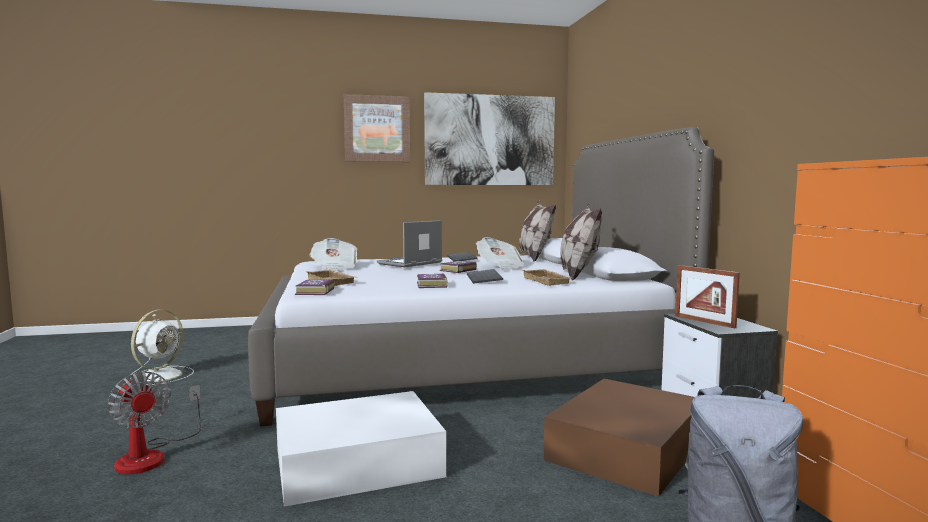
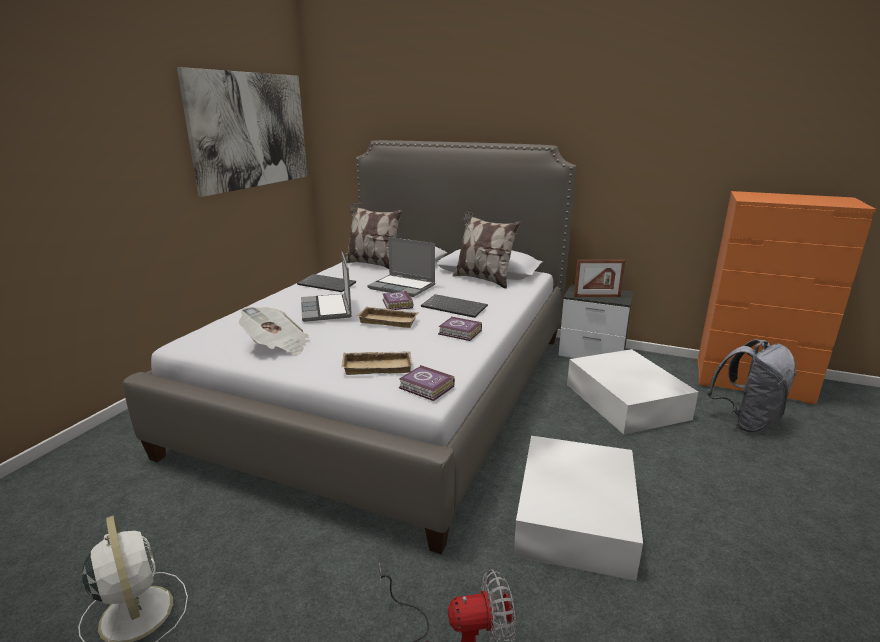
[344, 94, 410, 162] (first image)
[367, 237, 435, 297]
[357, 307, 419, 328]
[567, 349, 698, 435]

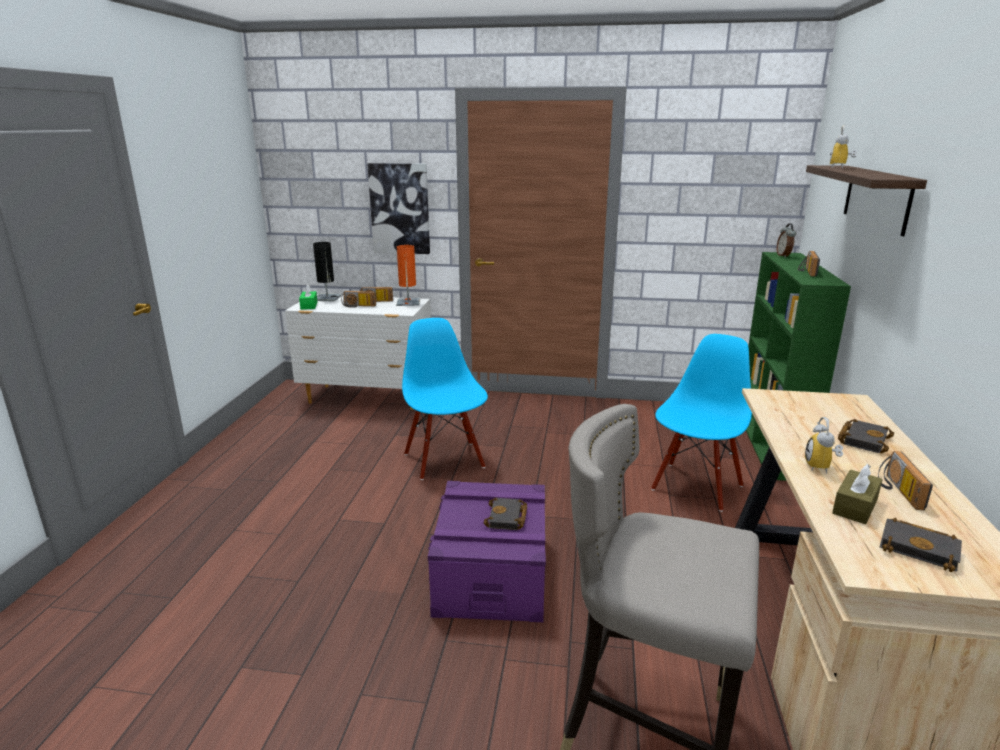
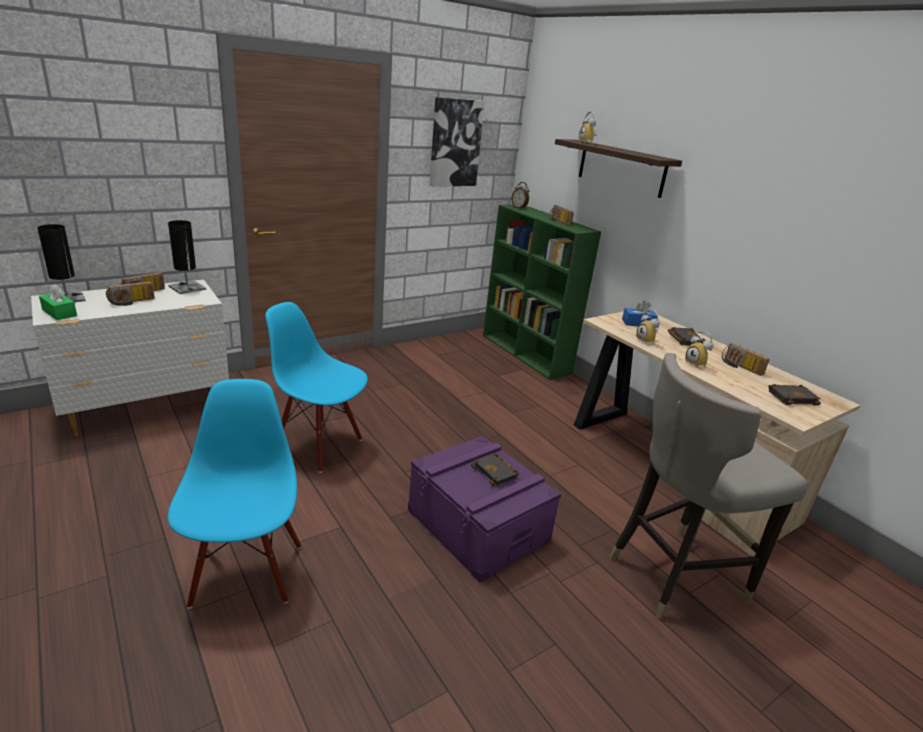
[430, 97, 485, 187]
[168, 220, 206, 294]
[168, 379, 301, 608]
[832, 464, 883, 524] (first image)
[622, 300, 657, 326]
[636, 310, 660, 344]

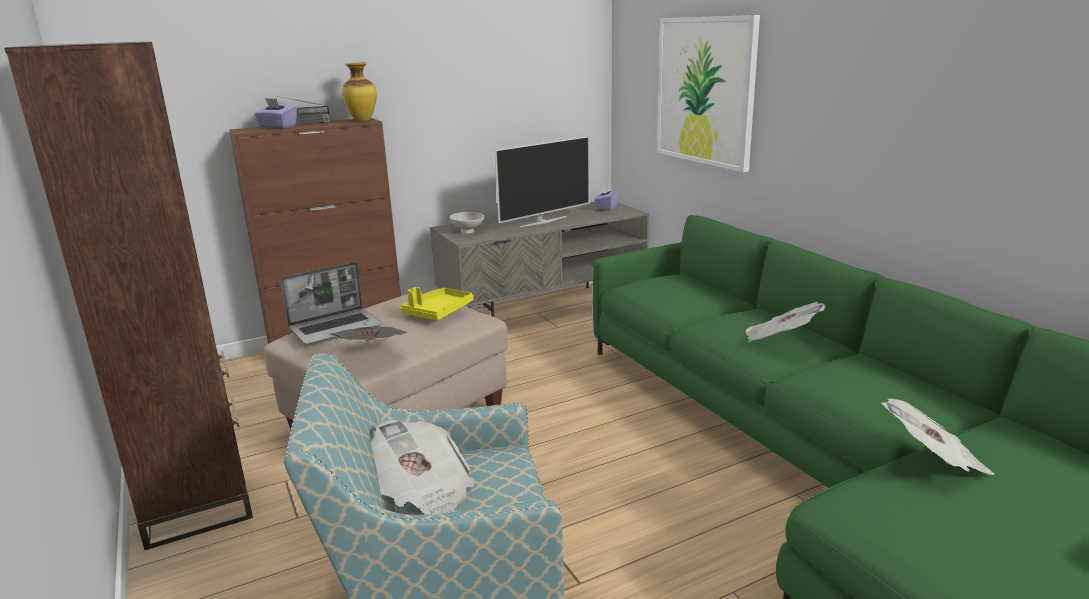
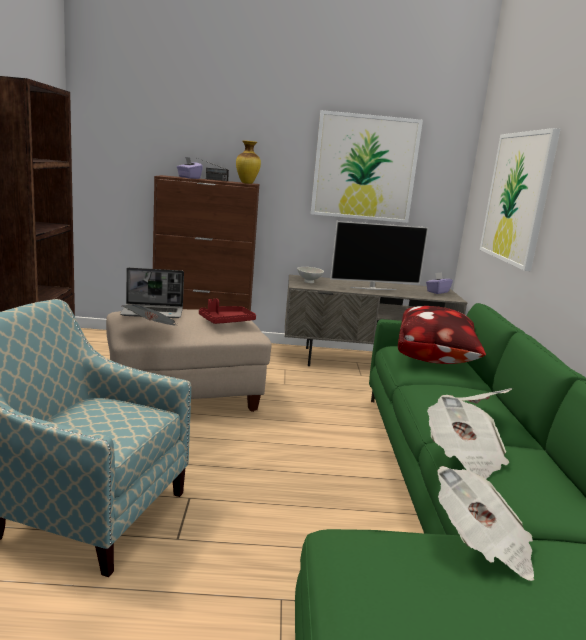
[427, 395, 509, 479]
[199, 299, 256, 324]
[311, 110, 423, 223]
[398, 306, 486, 364]

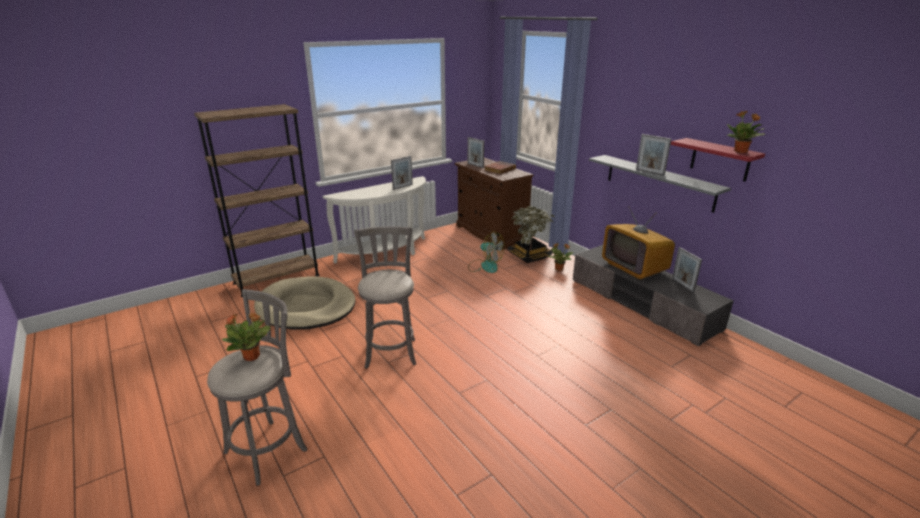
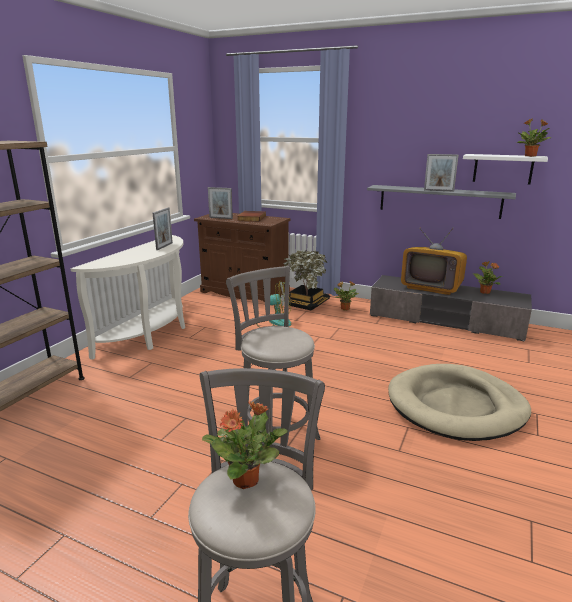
[388, 364, 531, 441]
[463, 154, 548, 184]
[473, 261, 502, 294]

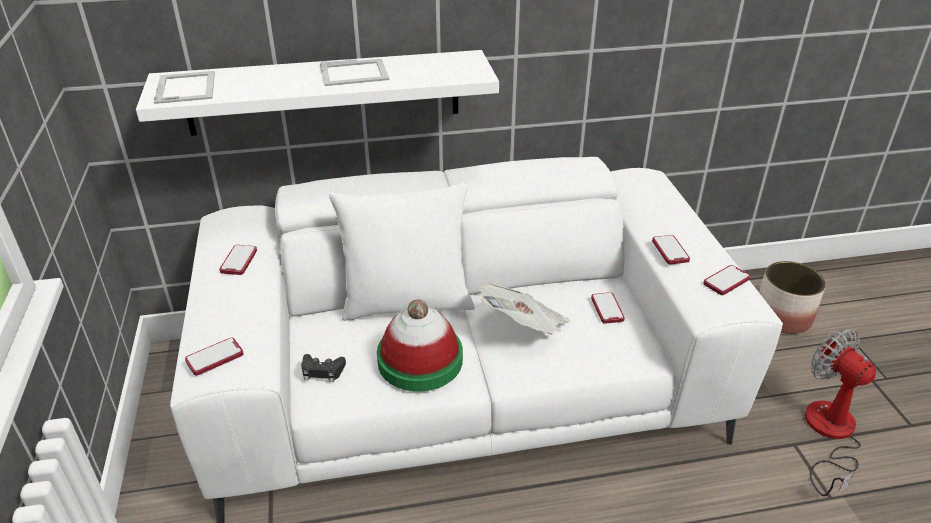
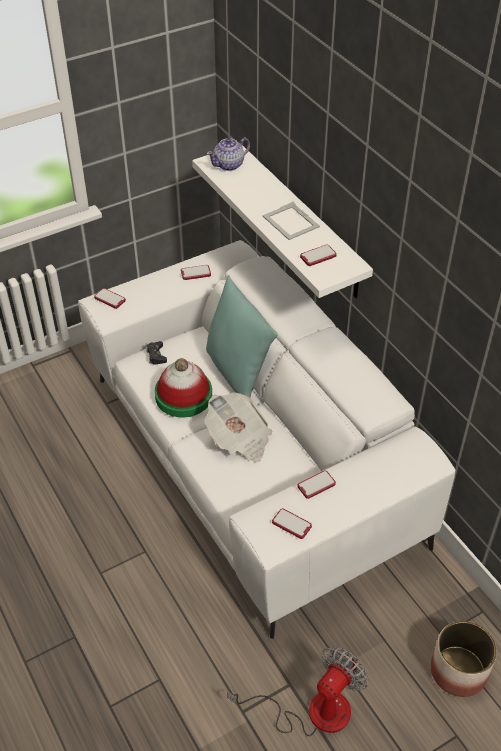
[207, 137, 250, 171]
[206, 275, 278, 398]
[300, 245, 337, 266]

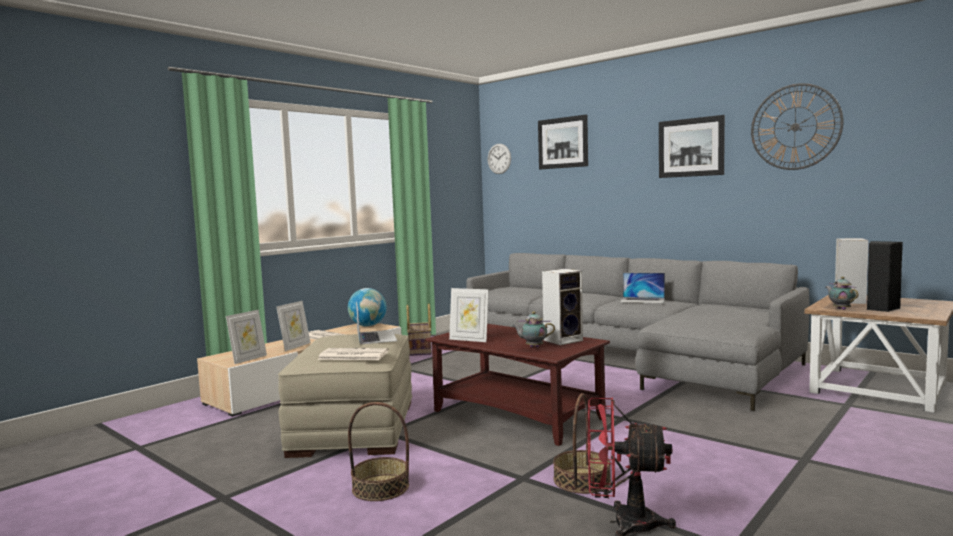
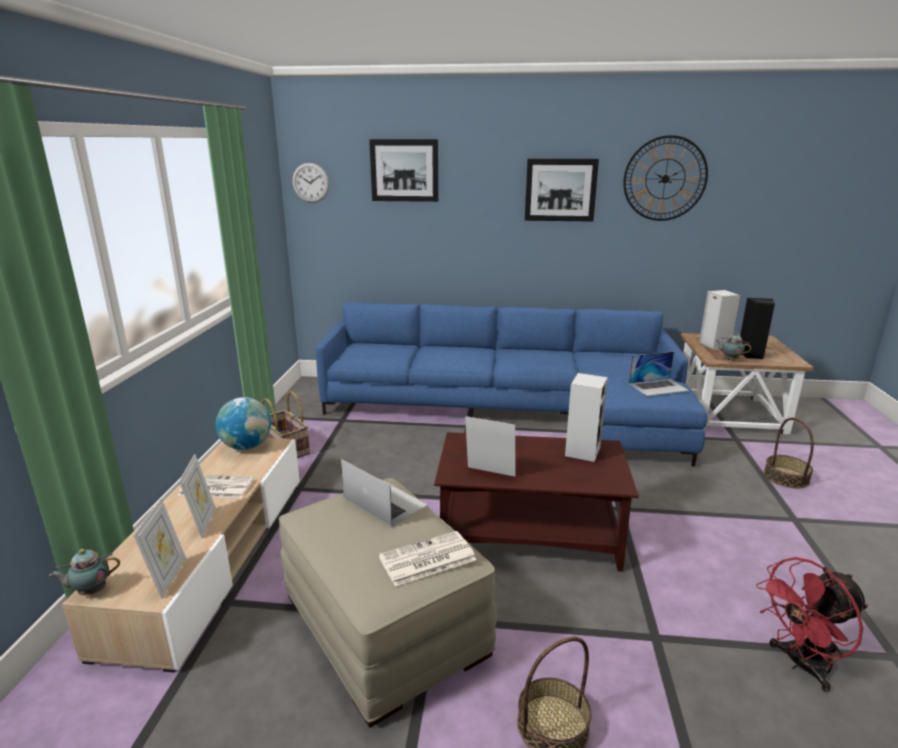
[465, 416, 515, 476]
[316, 302, 708, 467]
[49, 549, 120, 595]
[764, 418, 814, 488]
[629, 351, 689, 396]

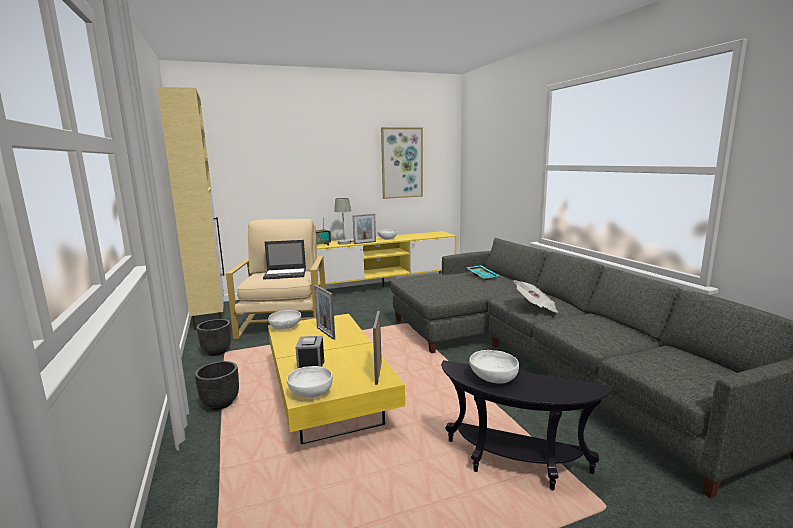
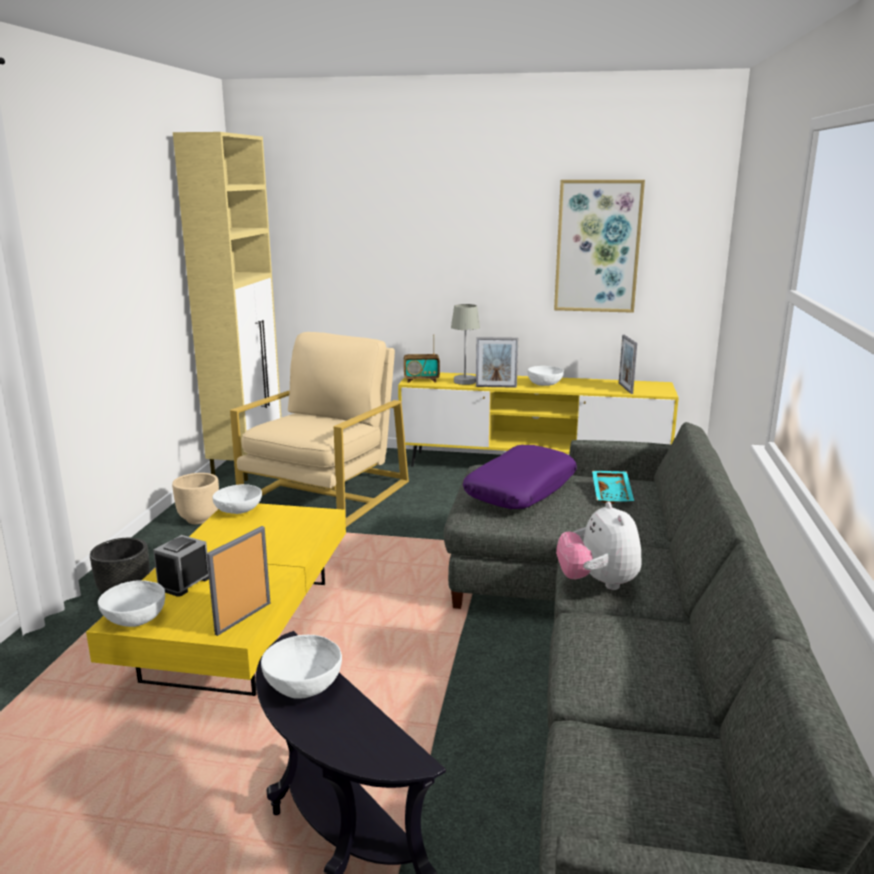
[172, 473, 219, 524]
[263, 240, 306, 280] (first image)
[619, 335, 637, 394]
[556, 501, 642, 590]
[463, 445, 577, 509]

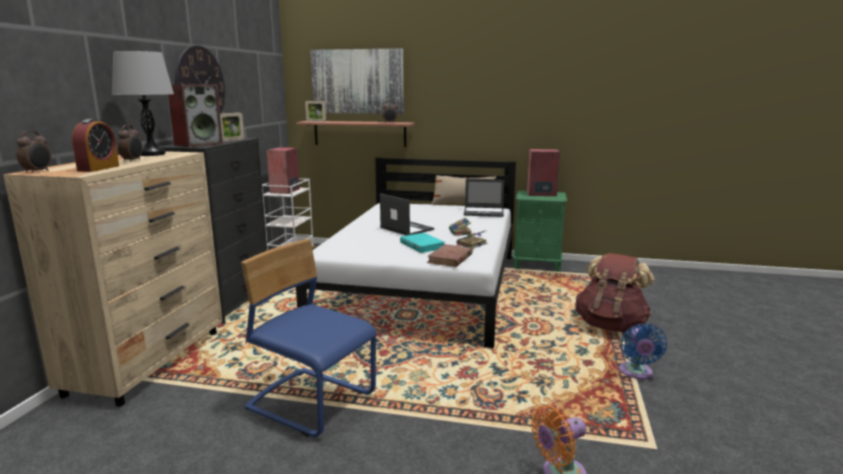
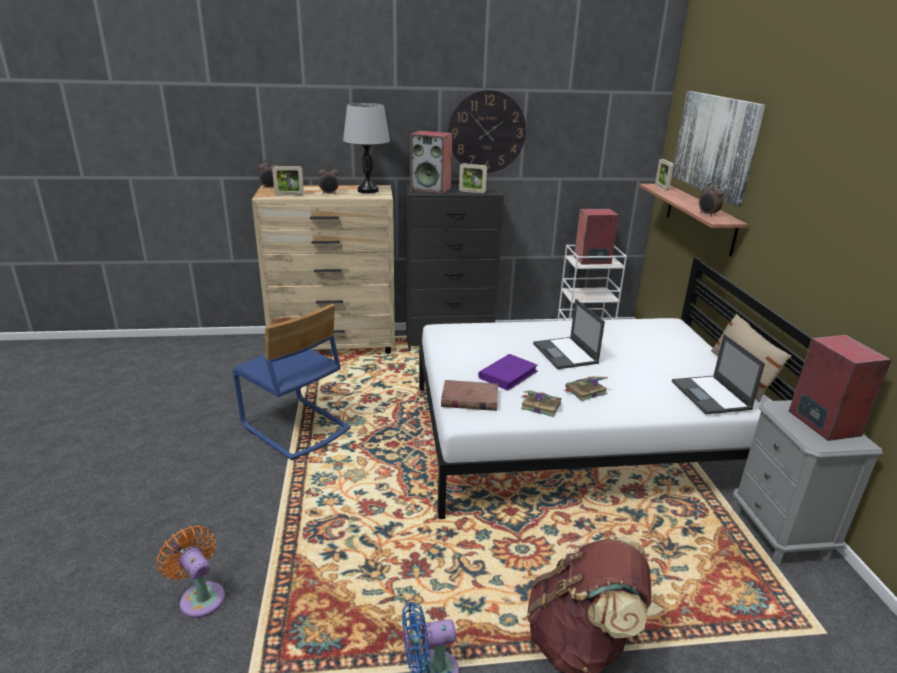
[272, 166, 304, 195]
[232, 304, 350, 460]
[533, 299, 605, 369]
[478, 354, 538, 391]
[732, 400, 883, 565]

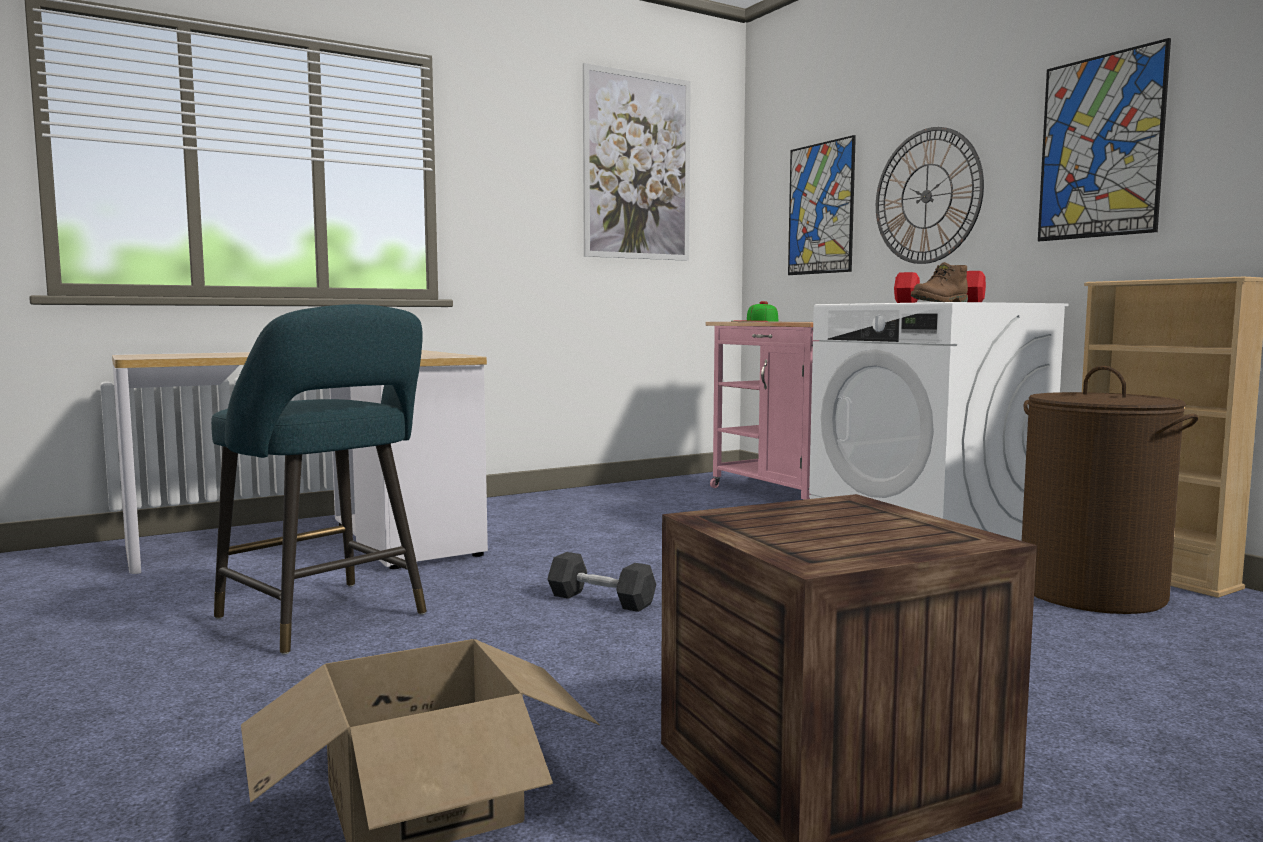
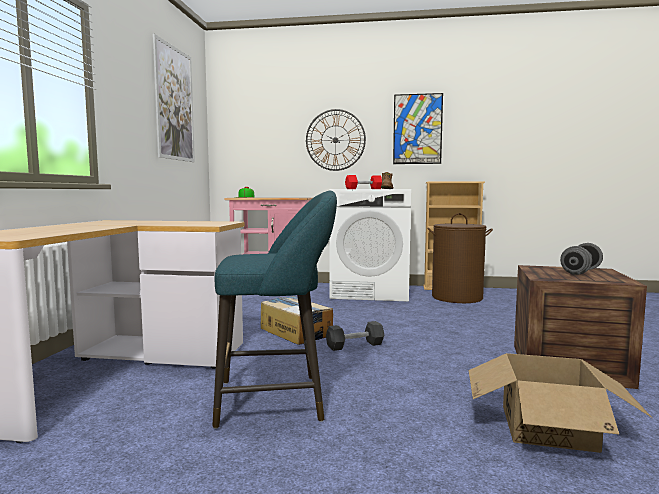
[788, 135, 856, 275] (first image)
[261, 296, 333, 345]
[560, 243, 603, 275]

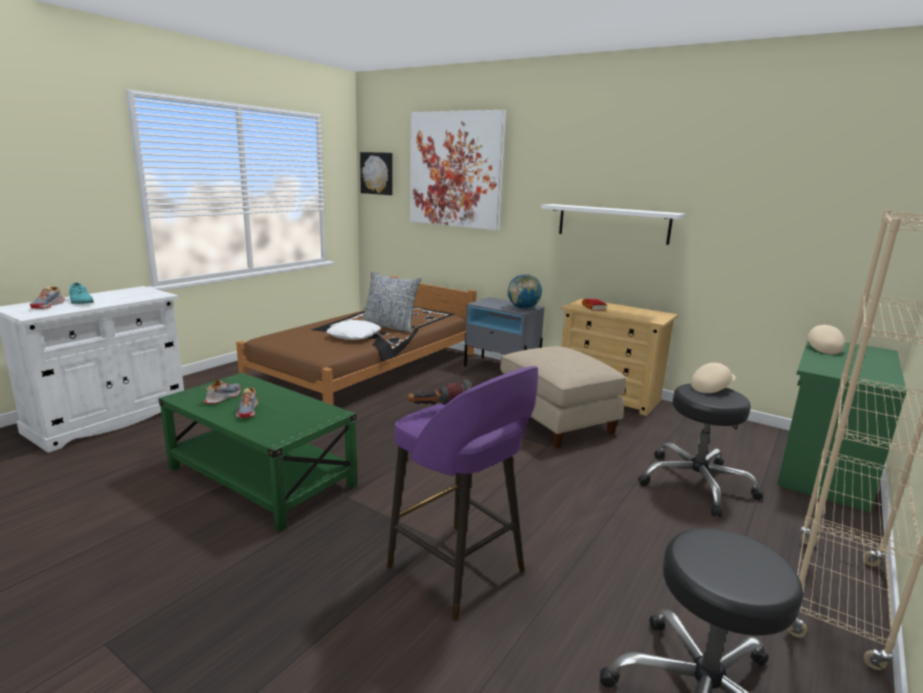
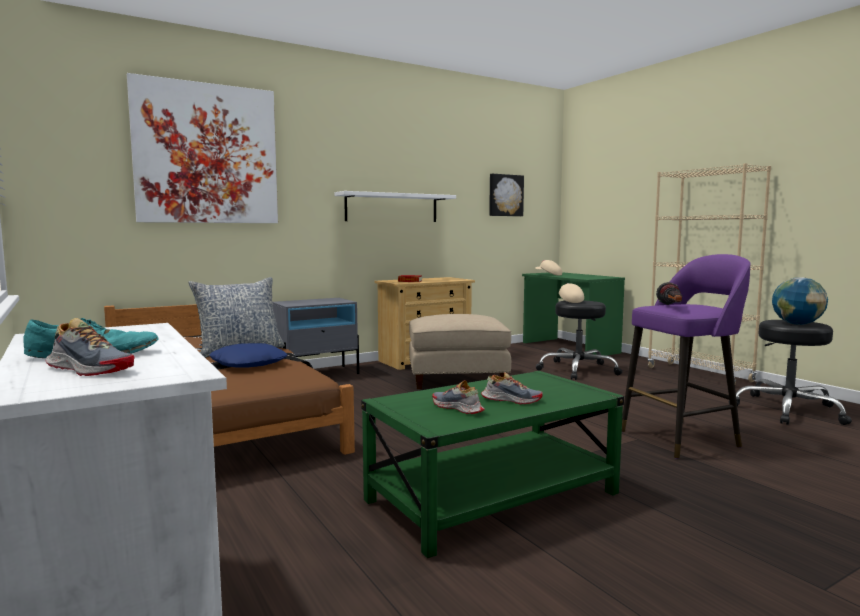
[209, 343, 287, 368]
[489, 174, 524, 216]
[772, 277, 828, 325]

